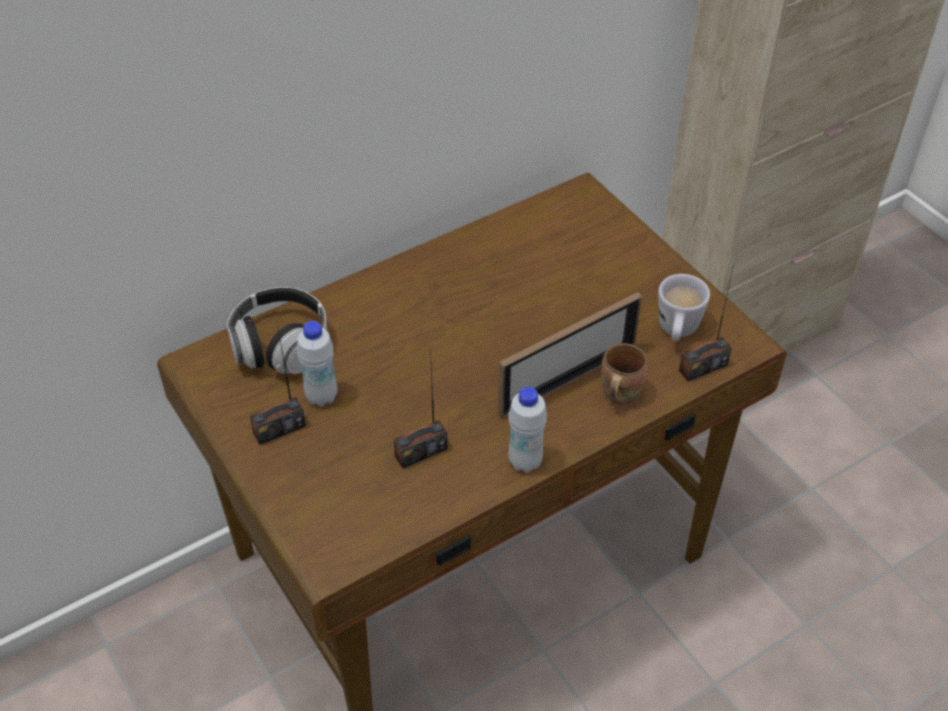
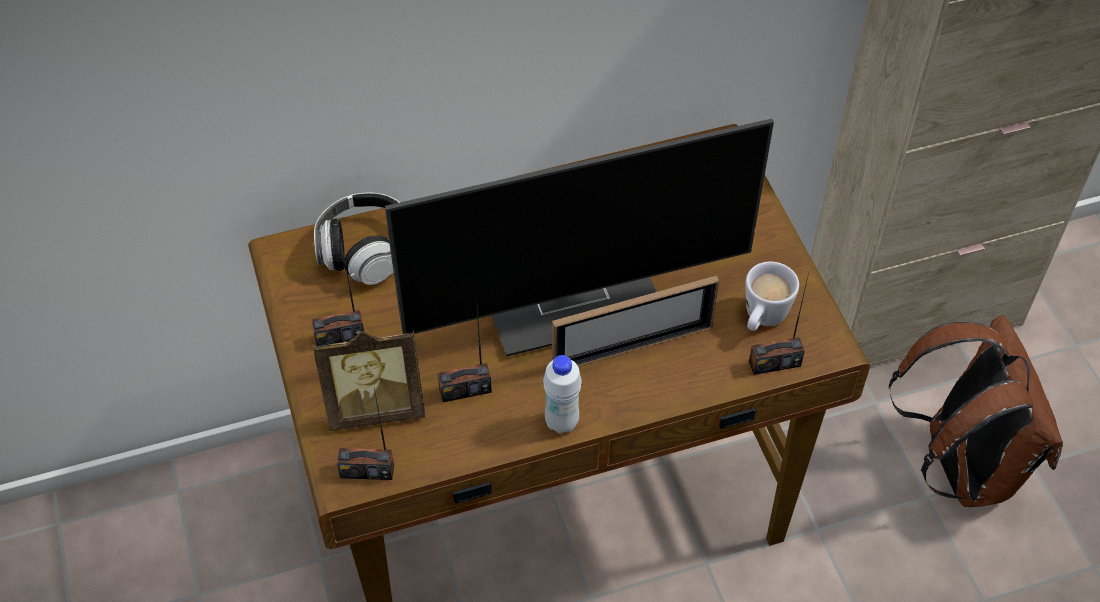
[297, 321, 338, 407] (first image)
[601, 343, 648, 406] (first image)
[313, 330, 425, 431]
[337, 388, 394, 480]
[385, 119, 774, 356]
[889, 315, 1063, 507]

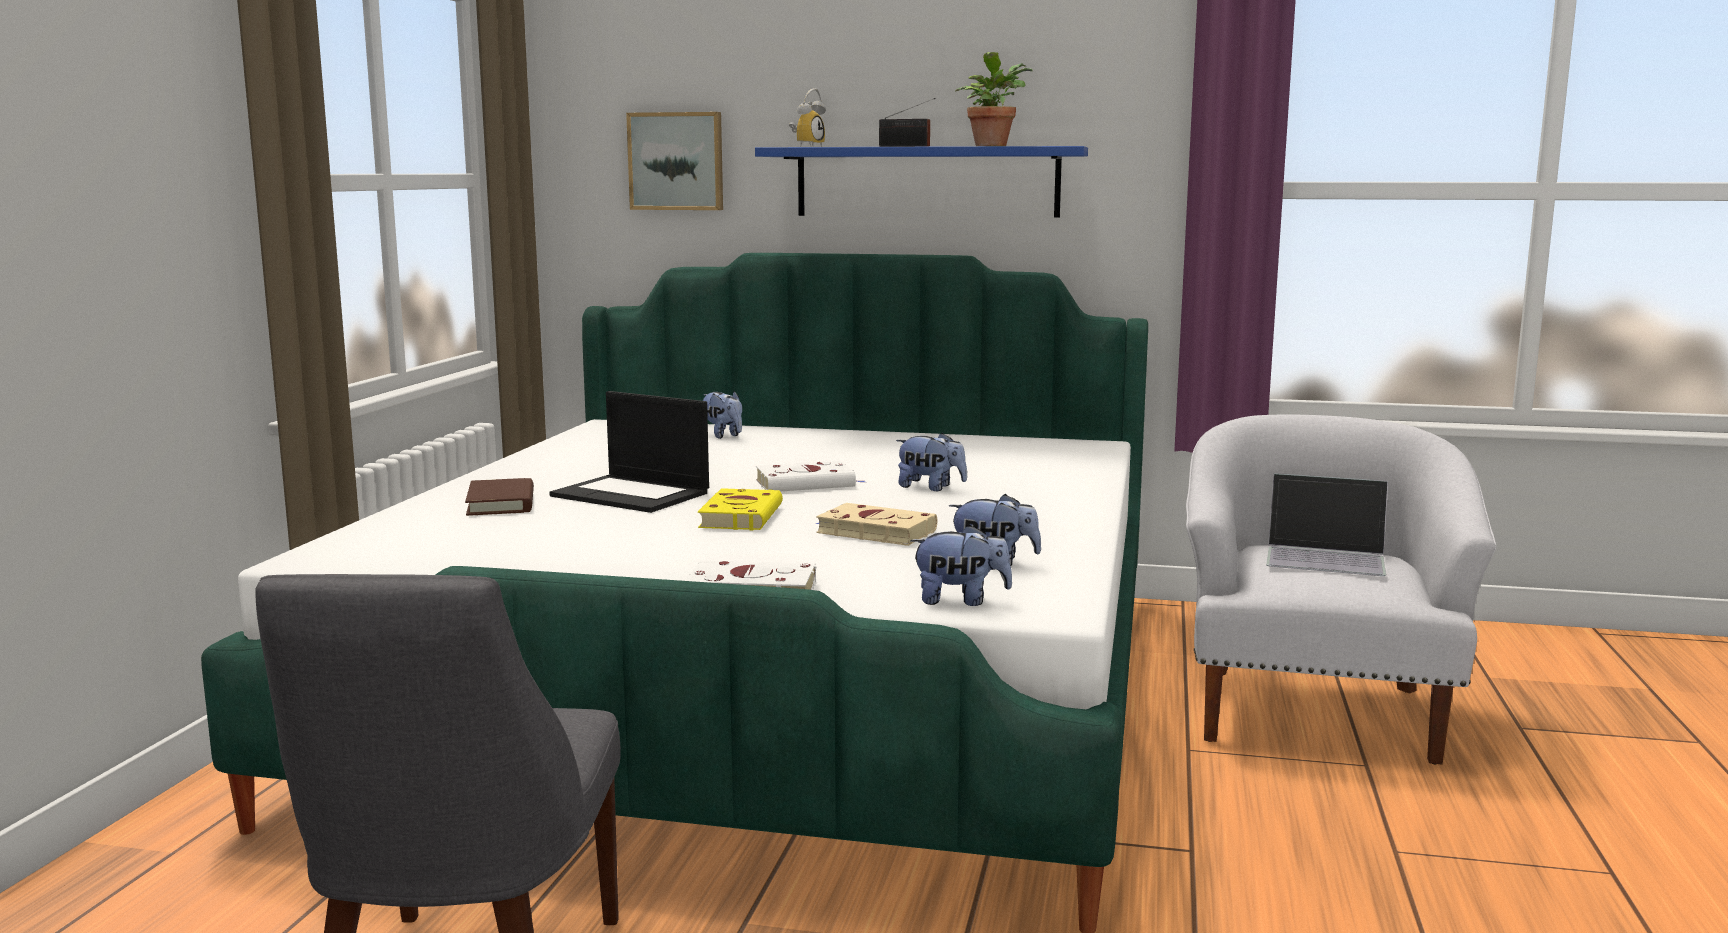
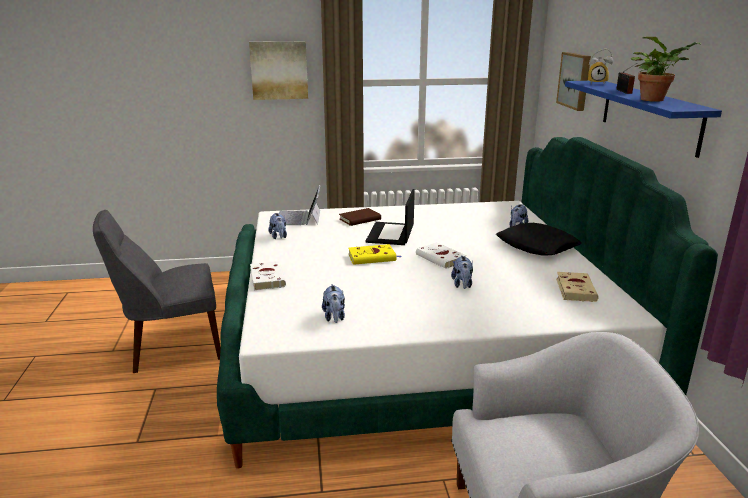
[556, 272, 599, 302]
[269, 213, 287, 239]
[279, 185, 320, 225]
[249, 41, 308, 100]
[496, 223, 582, 256]

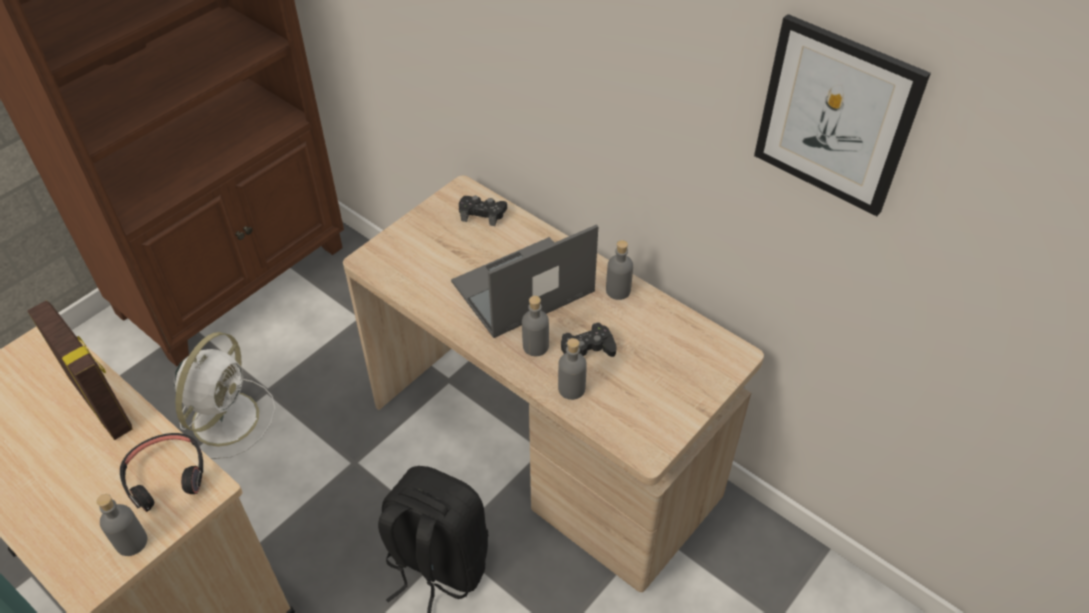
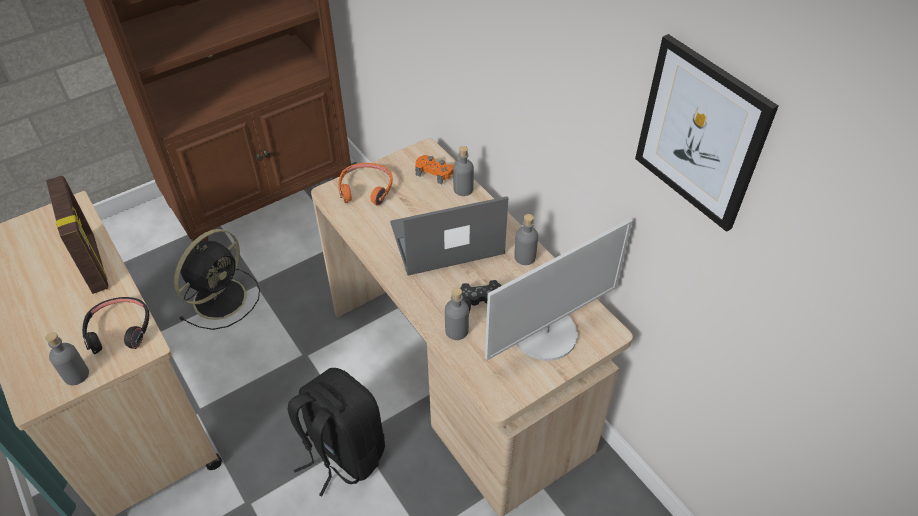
[174, 229, 260, 330]
[415, 155, 453, 184]
[453, 146, 474, 196]
[338, 163, 393, 206]
[485, 219, 633, 361]

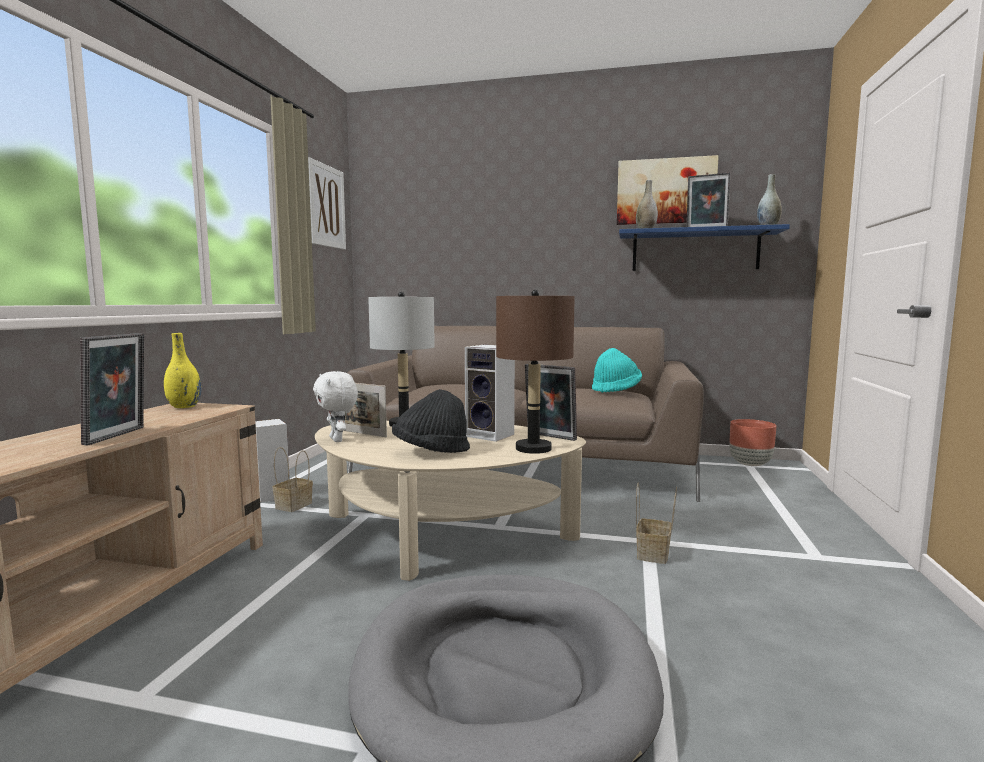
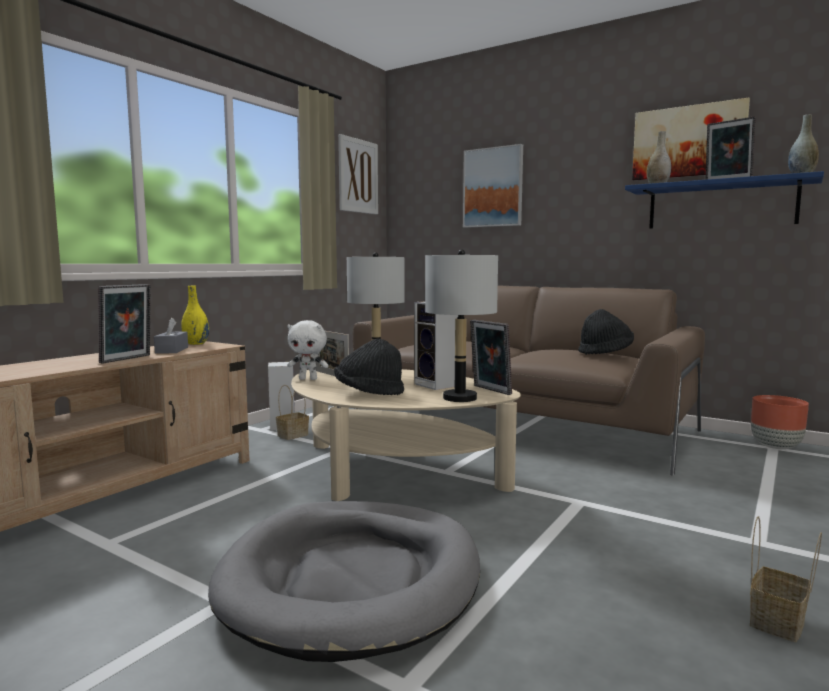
[287, 320, 329, 380]
[425, 249, 498, 402]
[578, 309, 634, 355]
[750, 516, 822, 642]
[154, 318, 188, 354]
[463, 144, 523, 228]

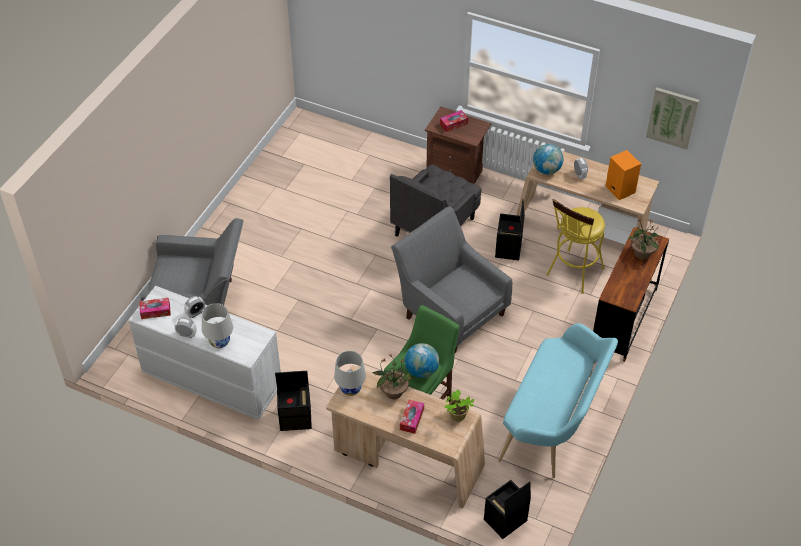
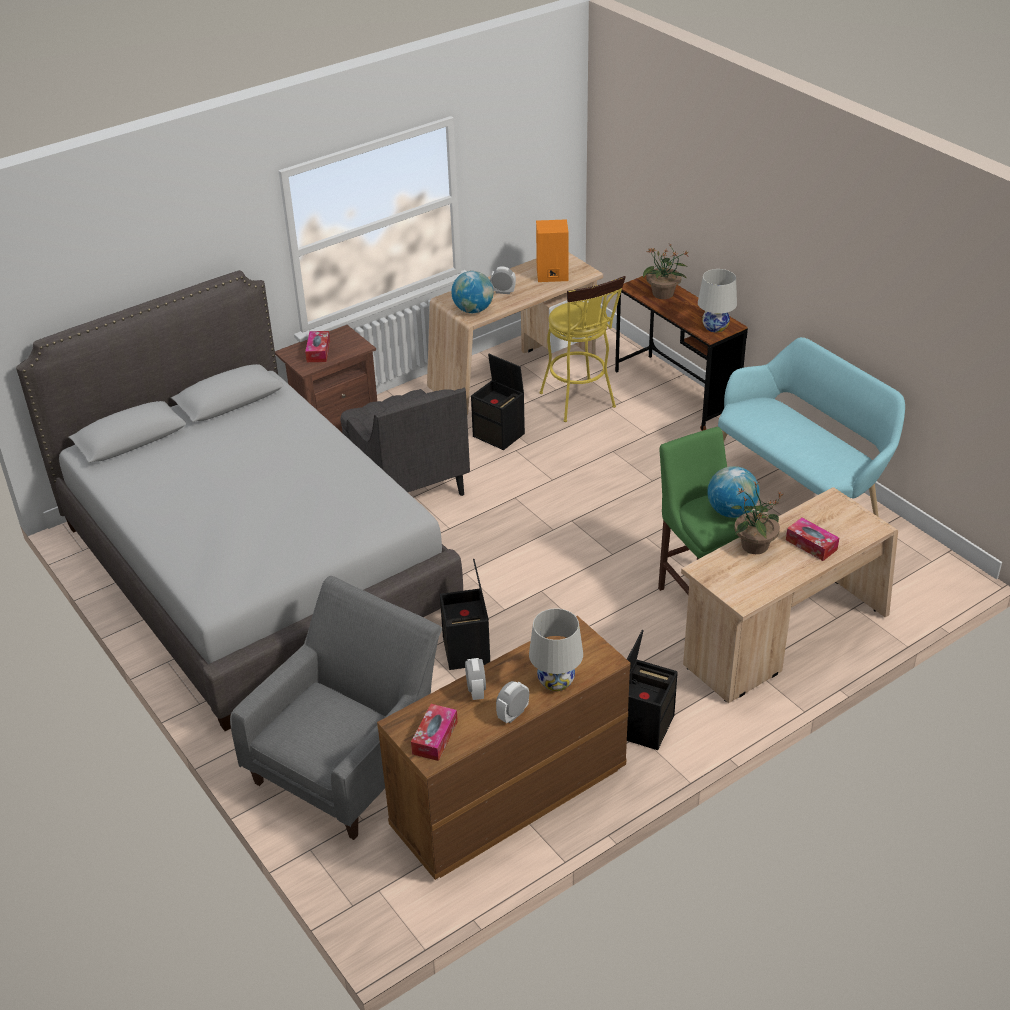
[377, 616, 630, 880]
[698, 269, 737, 332]
[391, 206, 512, 353] (first image)
[444, 390, 474, 422] (first image)
[440, 559, 490, 670]
[646, 87, 699, 150] (first image)
[16, 270, 463, 731]

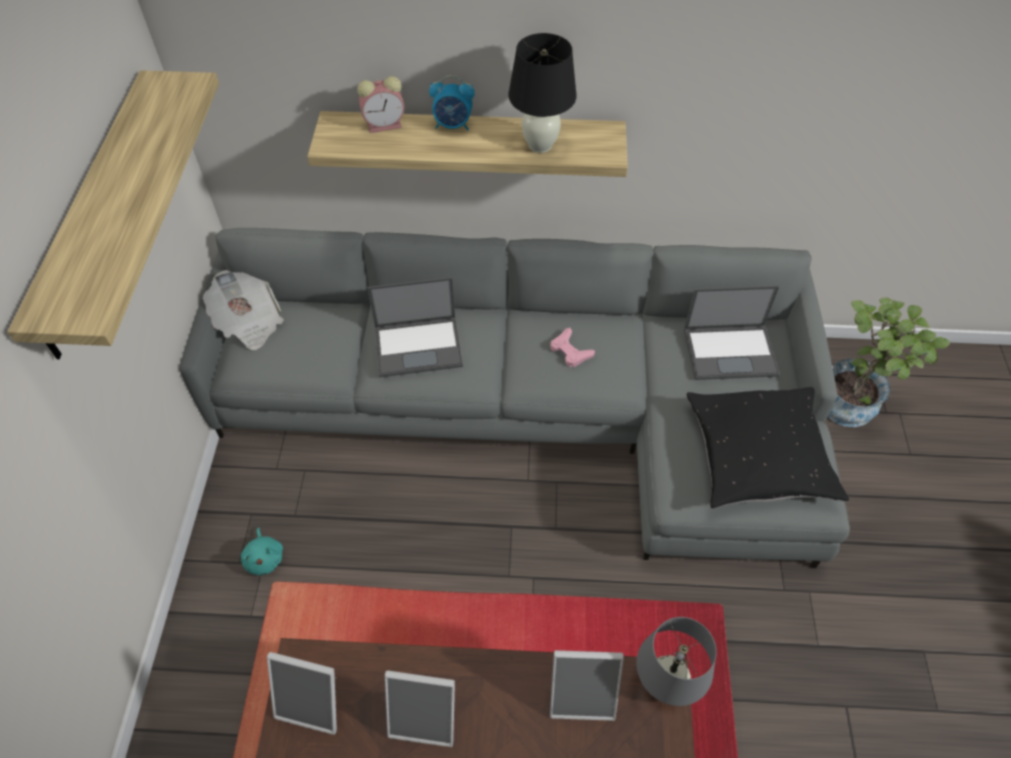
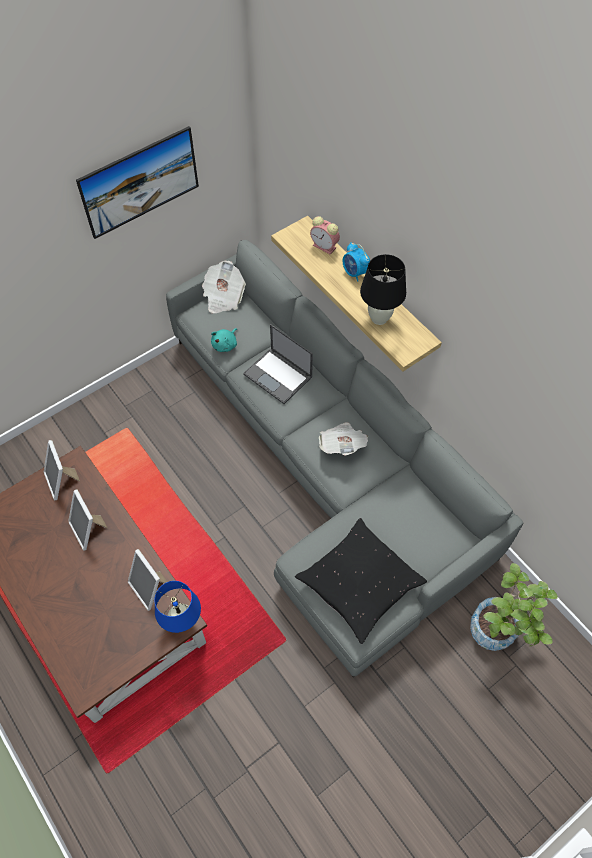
[76, 126, 199, 239]
[211, 328, 237, 352]
[319, 422, 368, 456]
[154, 581, 201, 633]
[684, 286, 780, 380] (first image)

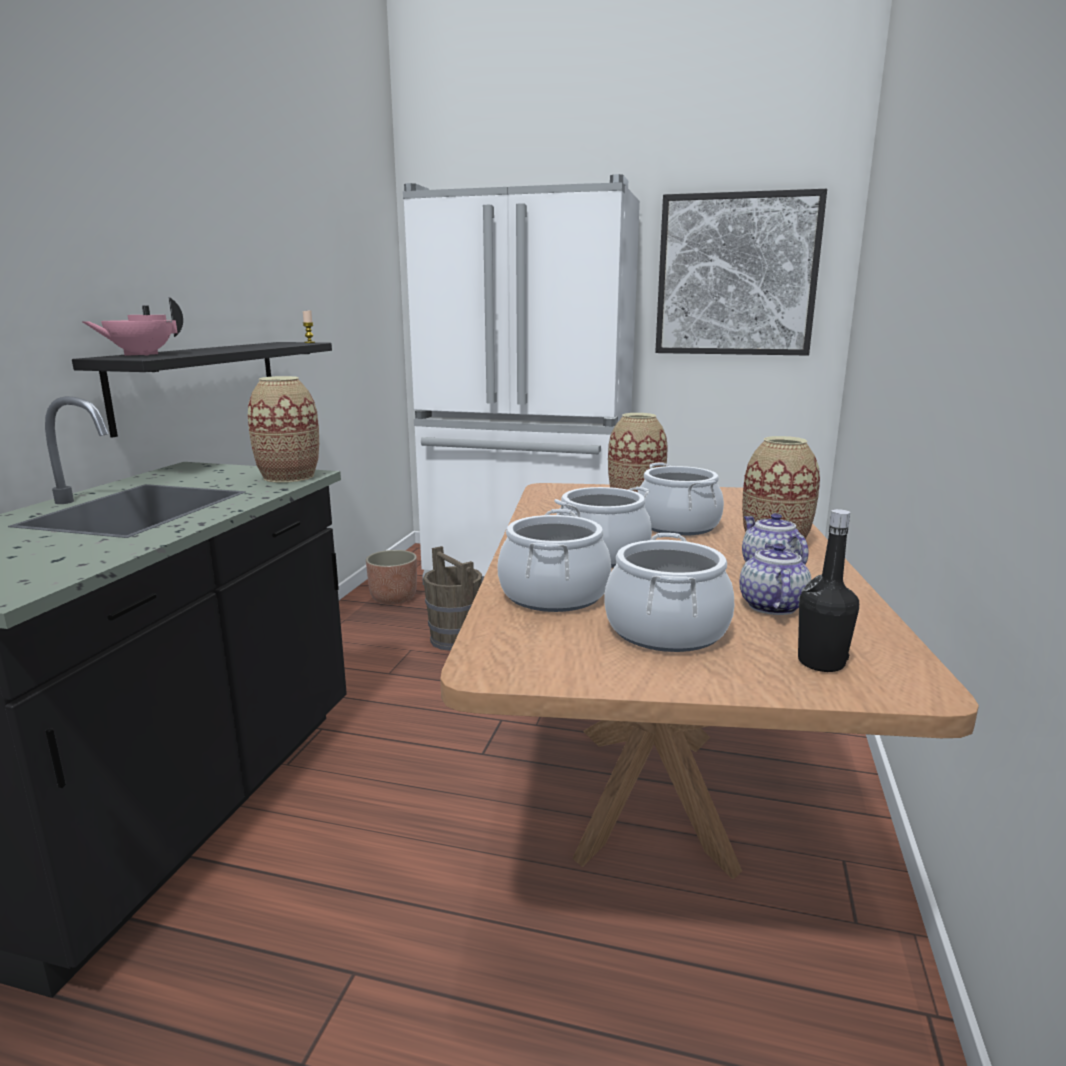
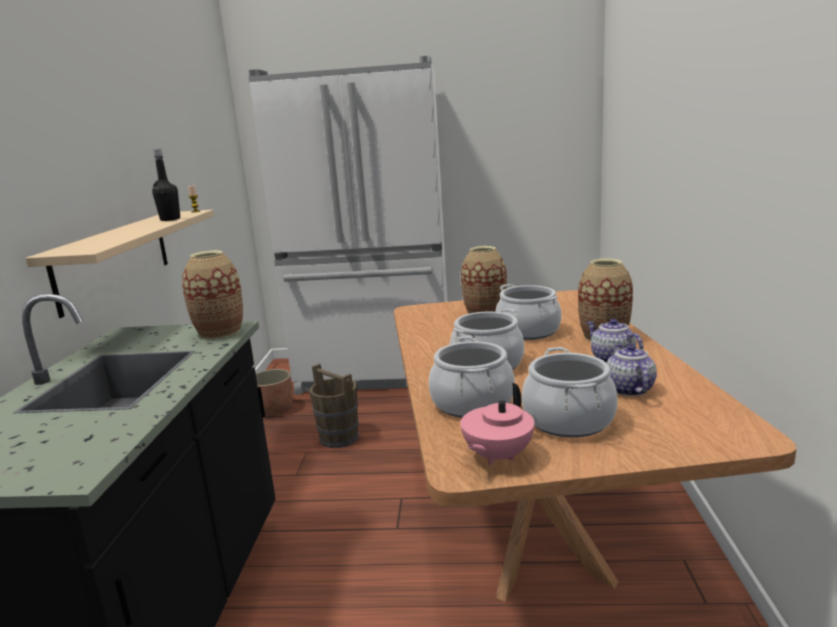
[26, 210, 214, 318]
[461, 383, 534, 465]
[655, 189, 827, 356] (first image)
[152, 149, 180, 221]

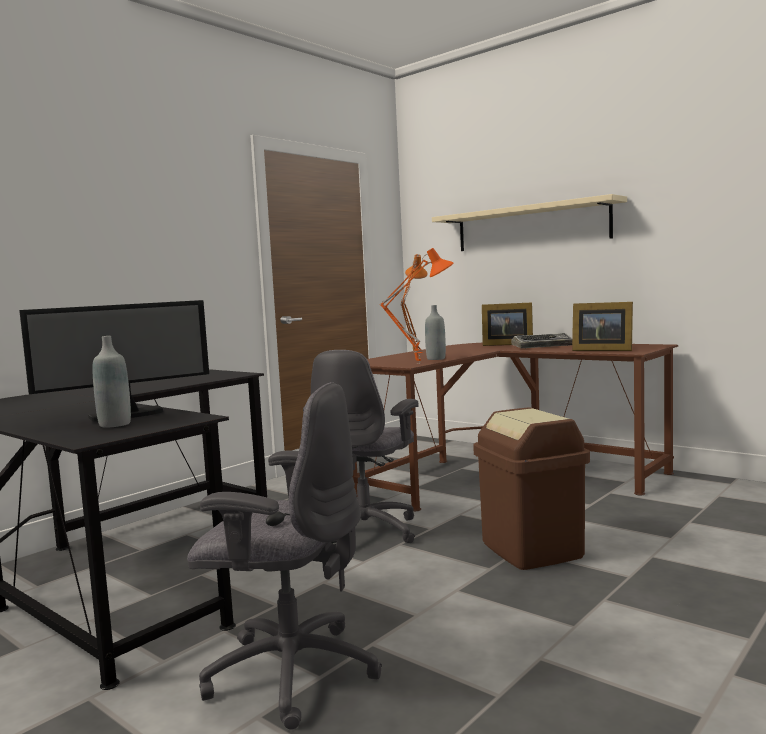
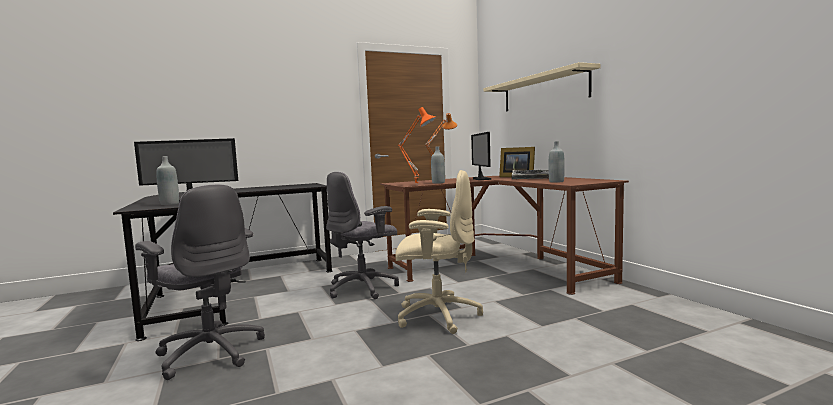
[395, 170, 483, 334]
[548, 141, 565, 183]
[471, 132, 491, 180]

